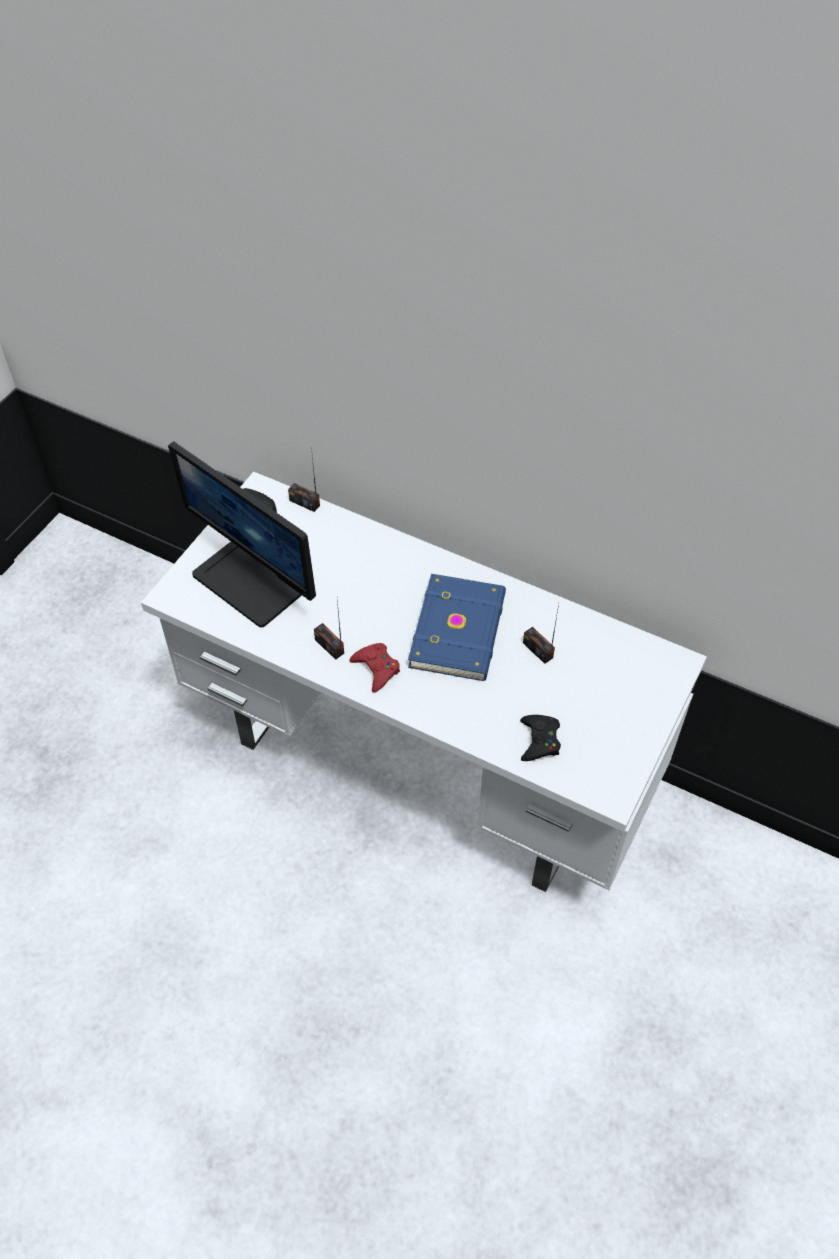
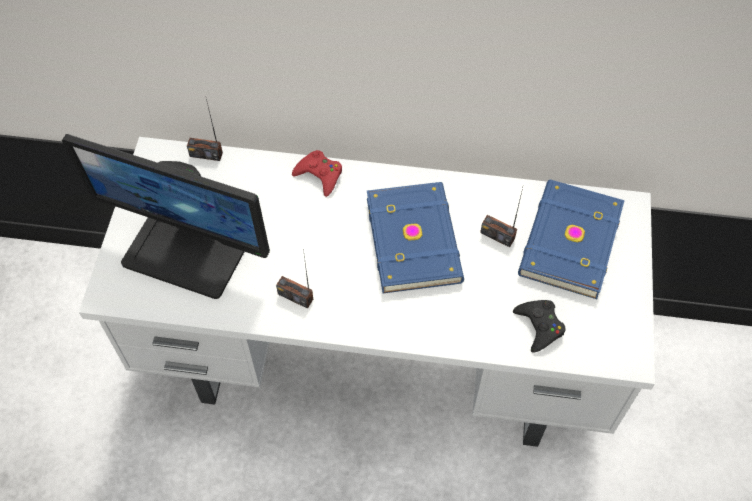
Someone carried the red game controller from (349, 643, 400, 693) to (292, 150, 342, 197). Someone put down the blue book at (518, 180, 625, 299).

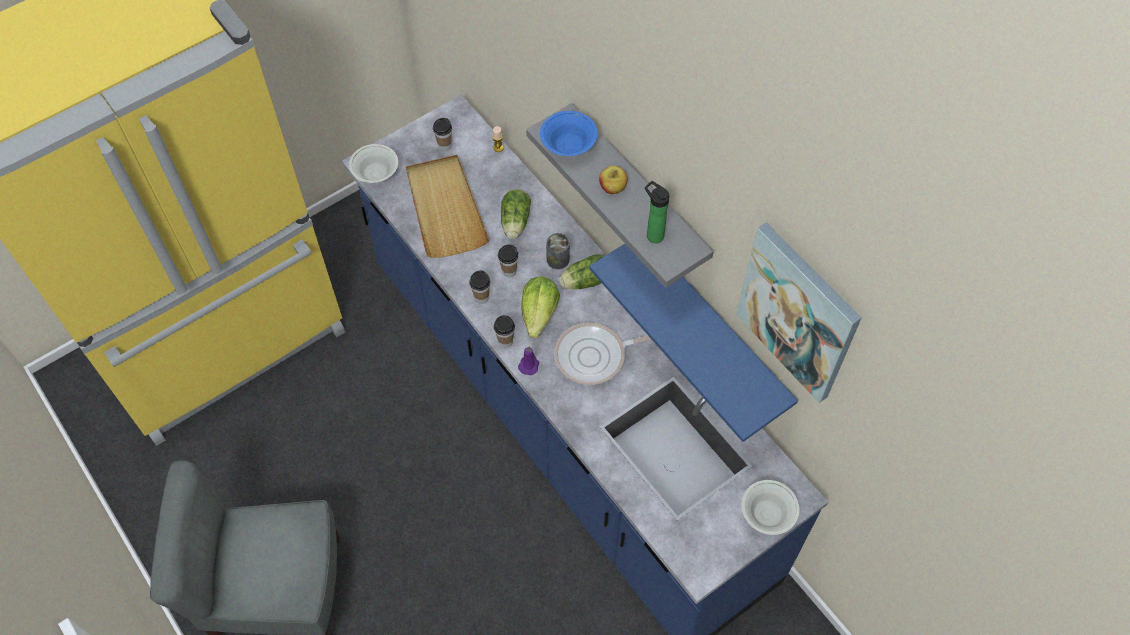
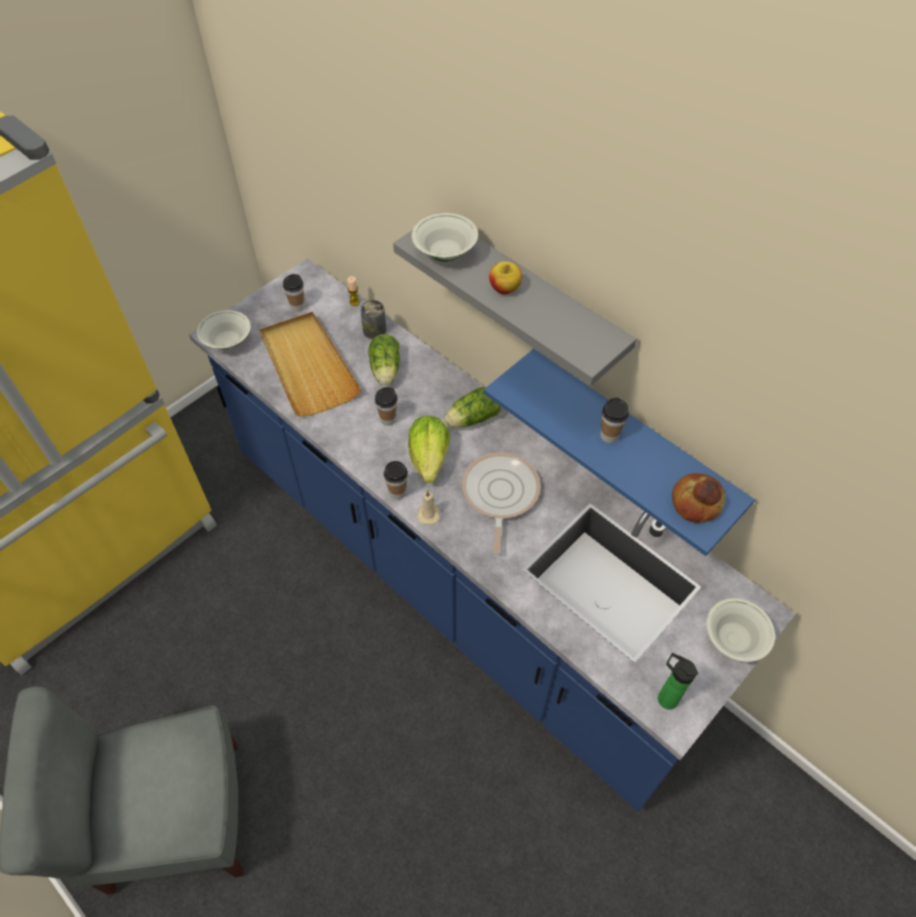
Someone carried the can from (546, 233, 570, 269) to (360, 300, 386, 339). Someone repainted the blue bowl at (540, 111, 598, 156), which became the white bowl at (412, 213, 478, 261). Someone repainted the purple candle at (518, 347, 539, 375), which became the beige candle at (417, 490, 440, 525). Someone rotated the frying pan at (554, 323, 652, 385) by 120 degrees clockwise. Someone carried the cup from (469, 271, 490, 304) to (600, 398, 629, 443). Someone carried the bottle from (645, 181, 669, 243) to (658, 653, 698, 710). Someone put down the bread at (672, 473, 725, 523). Someone took away the picture at (736, 222, 862, 403).

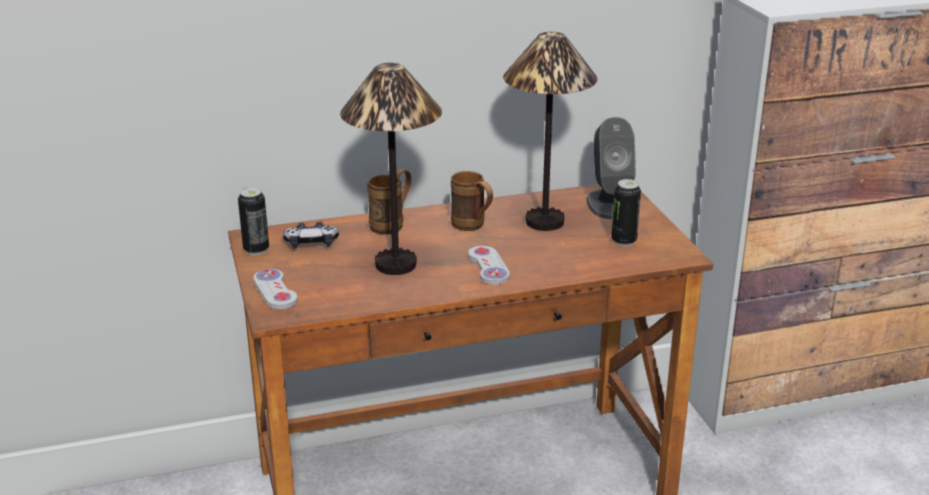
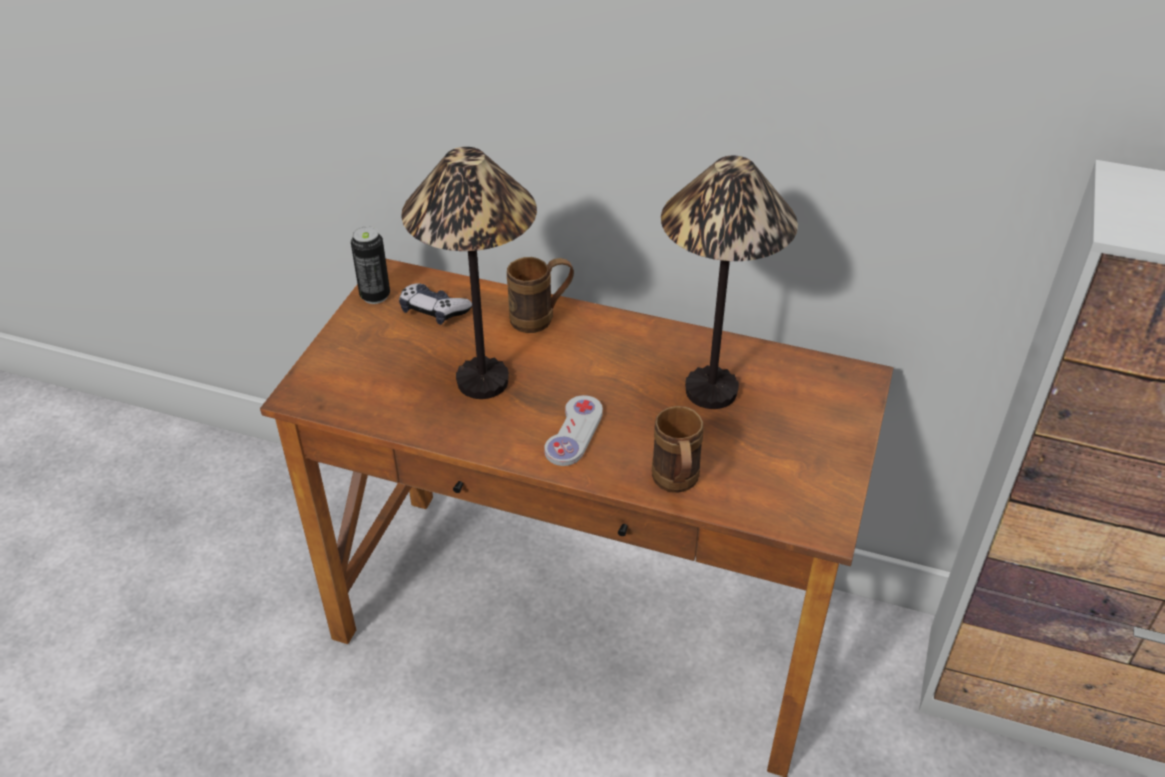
Someone carried the brown mug from (451, 171, 493, 231) to (652, 406, 704, 493). Someone took away the white game controller at (254, 269, 298, 309). Someone took away the grey speaker at (587, 117, 636, 219). Someone took away the can at (611, 179, 641, 246).

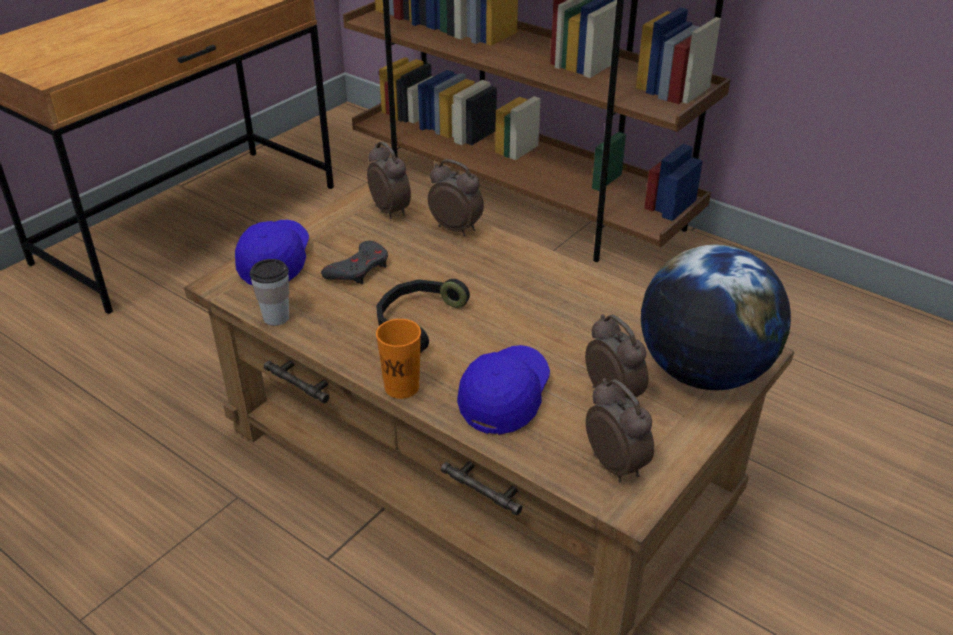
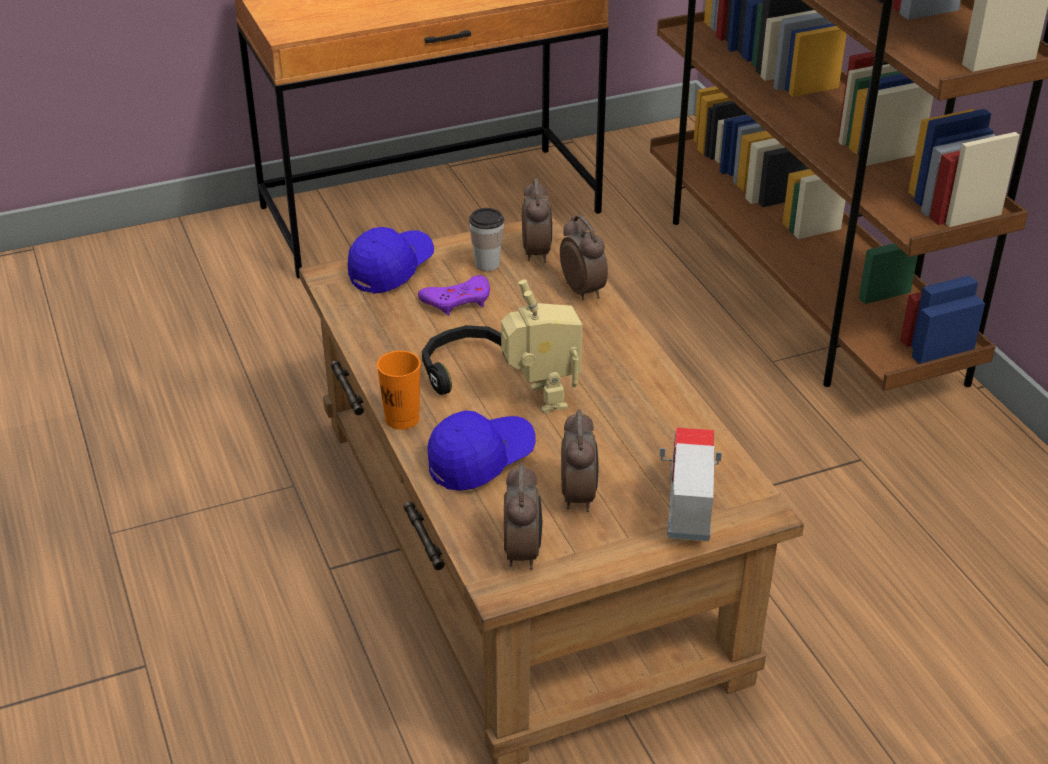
Someone repainted the grey game controller at (321, 241, 388, 284), which became the purple game controller at (418, 275, 490, 316). Someone carried the cup from (250, 259, 289, 326) to (469, 208, 504, 271). Someone put down the toy robot at (501, 279, 583, 413). Someone swapped the globe at (641, 244, 791, 390) for the toy truck at (660, 427, 722, 541).

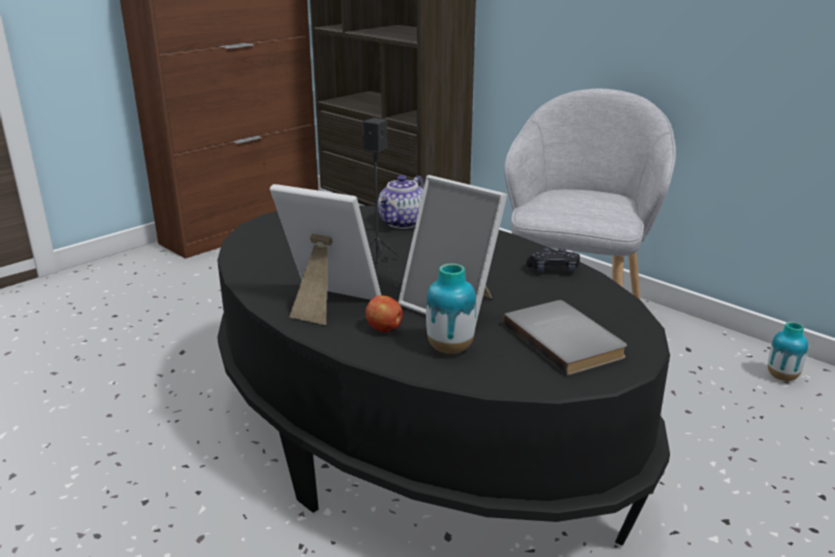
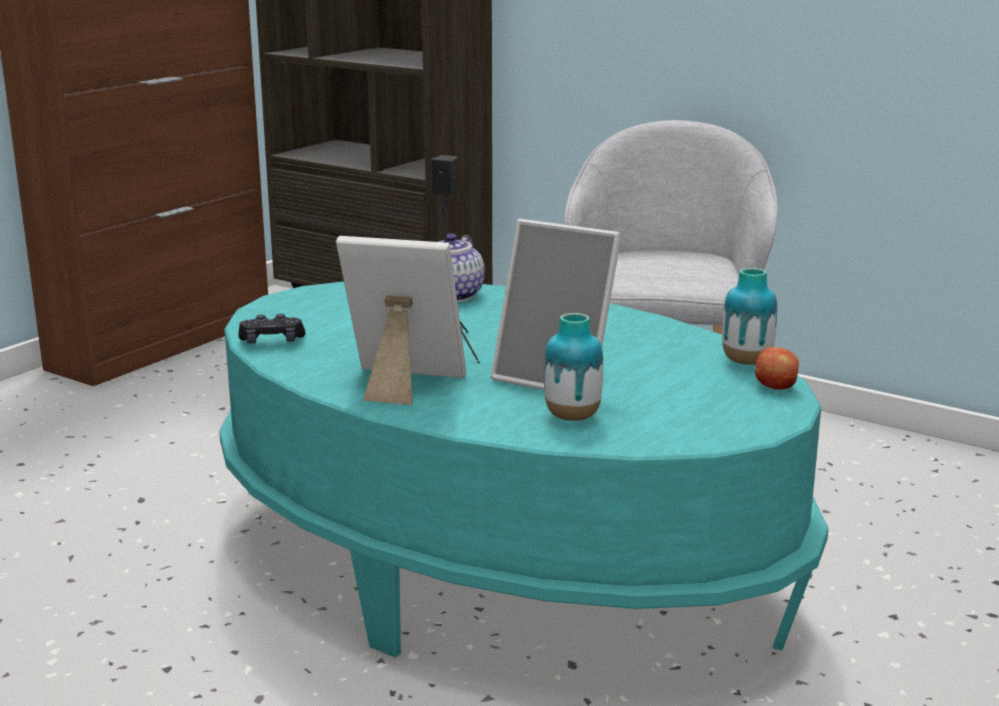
Someone repainted the black coffee table at (217, 205, 670, 545), which became the turquoise coffee table at (219, 281, 829, 658). Someone carried the black game controller from (526, 248, 580, 272) to (238, 314, 305, 344). Someone carried the vase from (768, 322, 808, 381) to (722, 268, 777, 365). Someone carried the apple from (366, 295, 403, 332) to (755, 347, 799, 390). Someone took away the grey book at (503, 300, 627, 376).

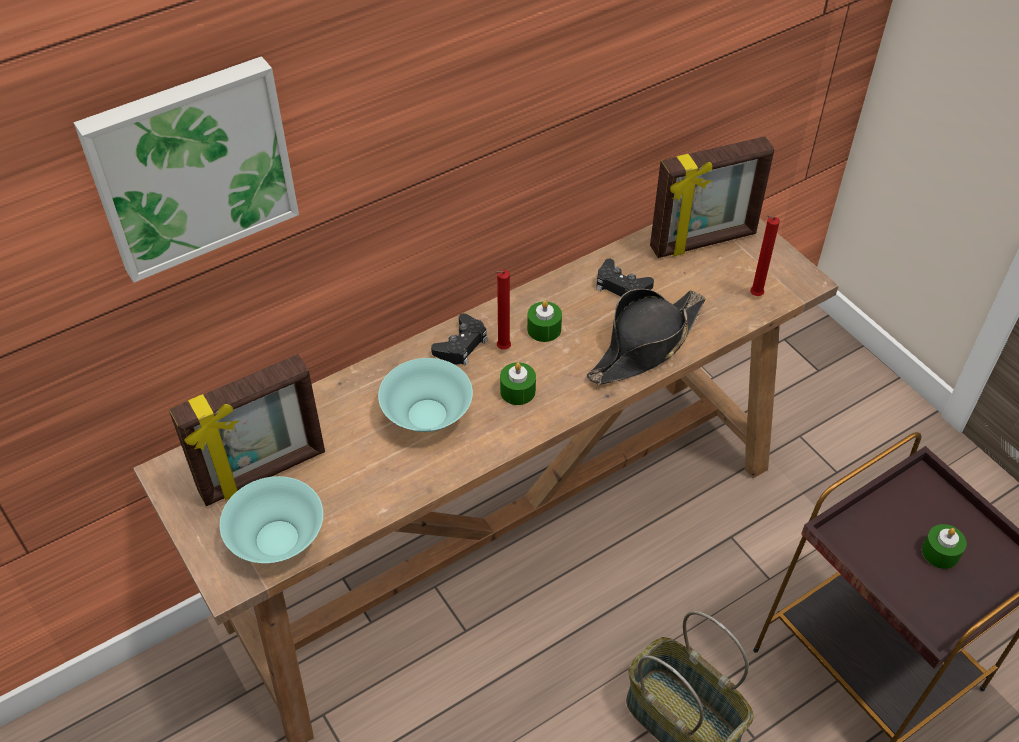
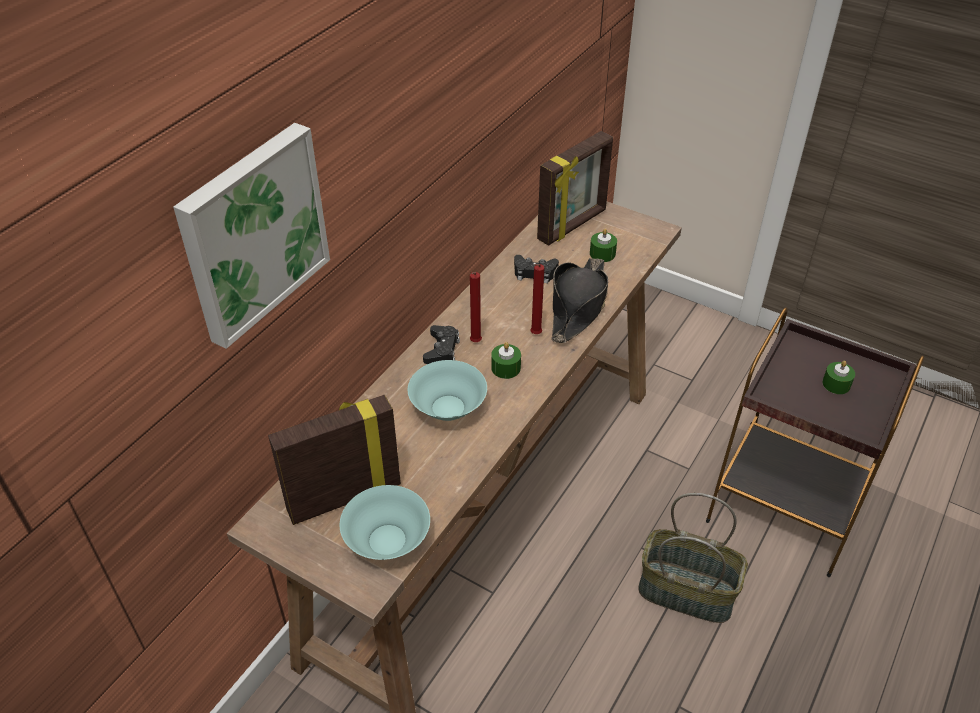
Someone rotated the picture frame at (169, 354, 325, 506) by 150 degrees counterclockwise. Someone carried the red candle from (750, 215, 780, 296) to (530, 264, 544, 334). Someone carried the green candle from (527, 300, 562, 342) to (590, 229, 617, 262).

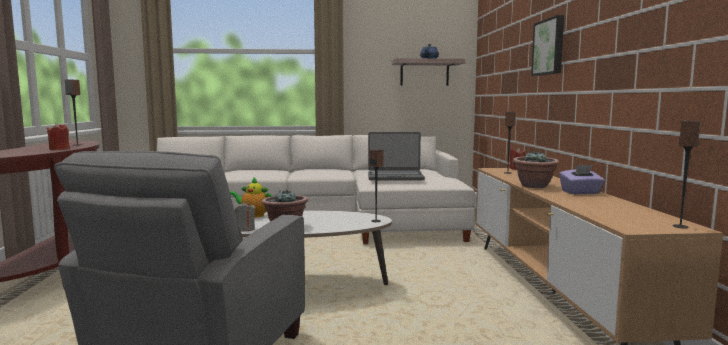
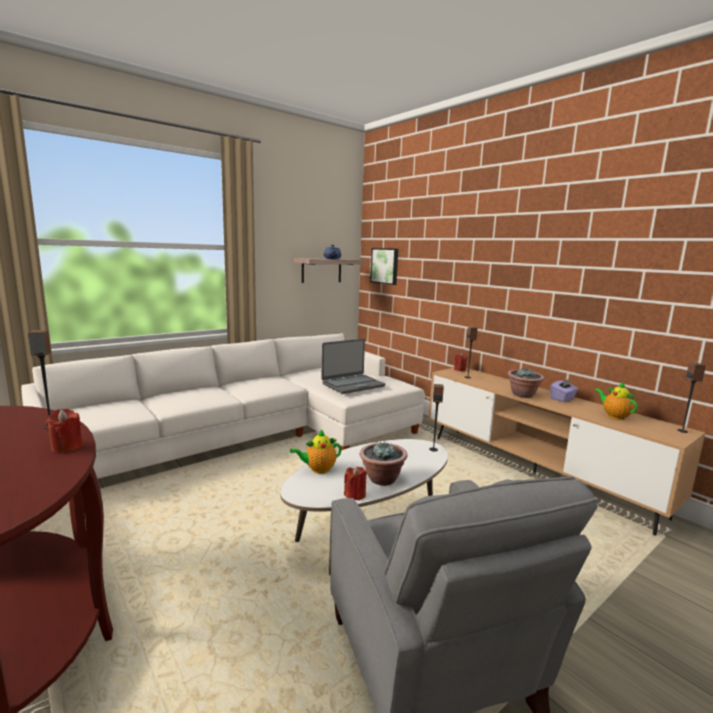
Someone repainted the grey candle at (234, 201, 255, 232), which became the red candle at (344, 466, 367, 500). Someone carried the picture from (531, 15, 564, 76) to (370, 248, 398, 285). Someone put down the teapot at (594, 382, 637, 420).

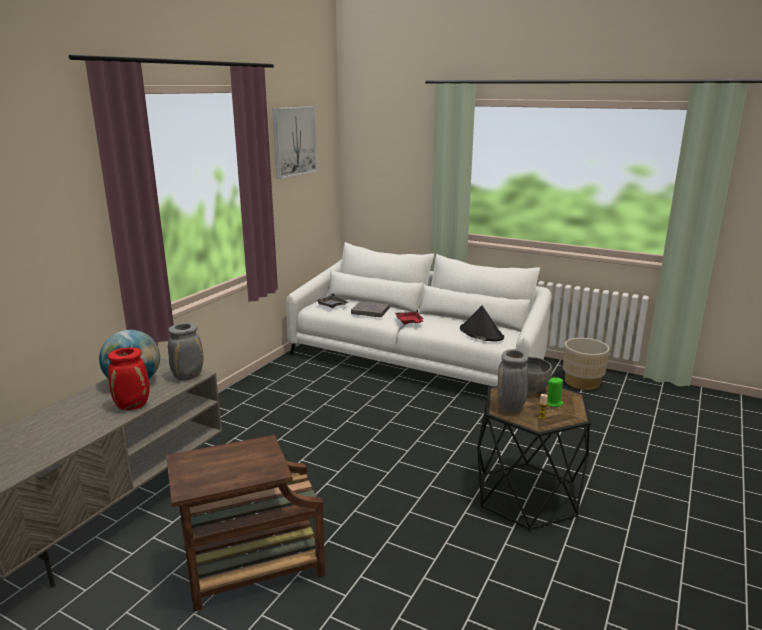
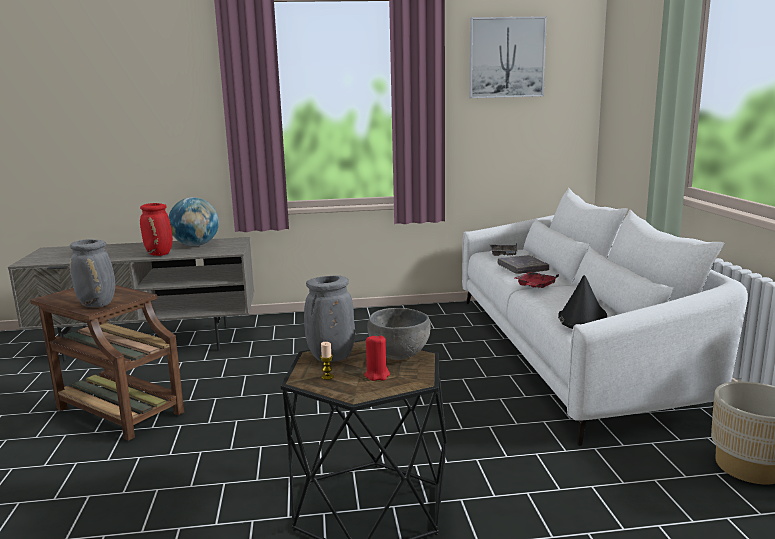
Someone carried the grey vase from (168, 323, 204, 381) to (70, 239, 115, 307). Someone repainted the green candle at (547, 377, 564, 407), which became the red candle at (365, 334, 390, 381).

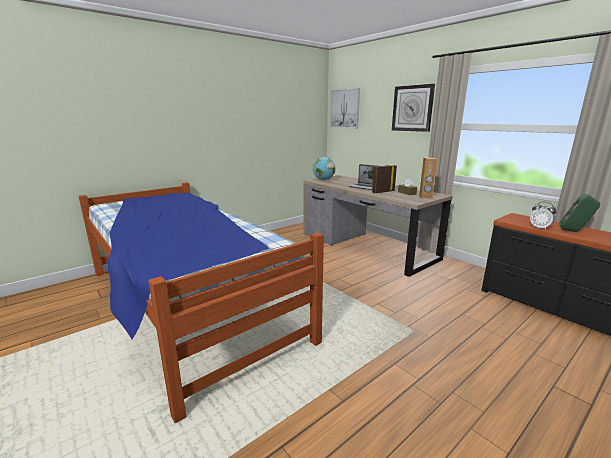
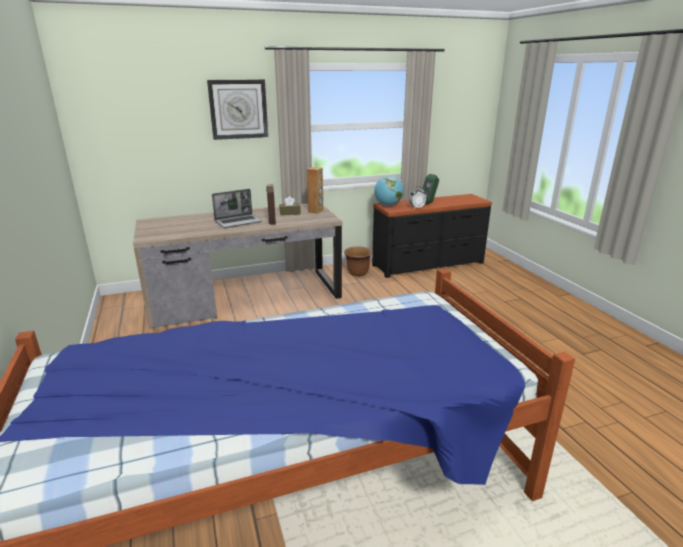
Someone put down the brown planter at (344, 247, 373, 276). Someone carried the globe from (313, 157, 336, 180) to (374, 176, 404, 206). Someone took away the picture at (330, 88, 360, 128).

